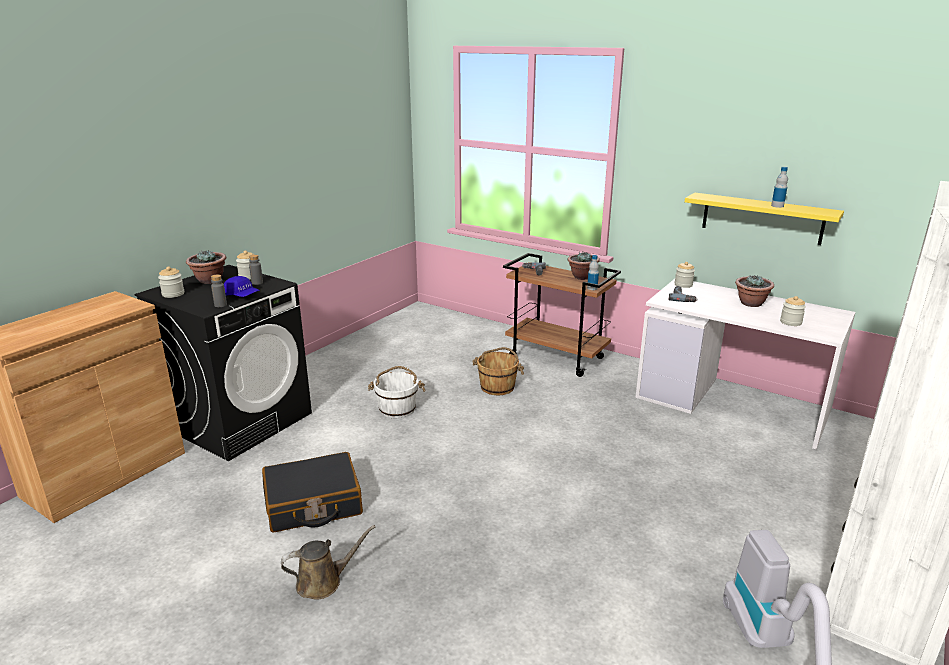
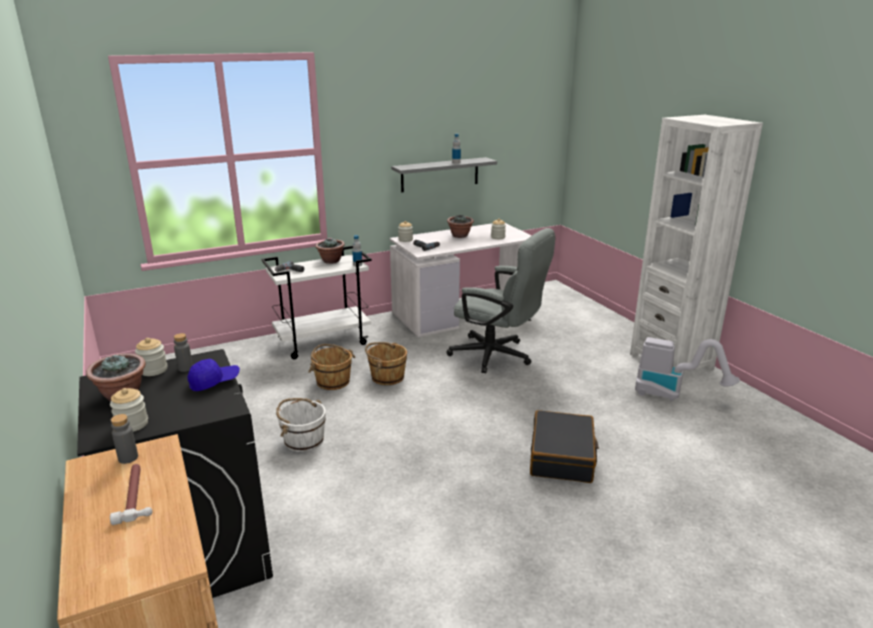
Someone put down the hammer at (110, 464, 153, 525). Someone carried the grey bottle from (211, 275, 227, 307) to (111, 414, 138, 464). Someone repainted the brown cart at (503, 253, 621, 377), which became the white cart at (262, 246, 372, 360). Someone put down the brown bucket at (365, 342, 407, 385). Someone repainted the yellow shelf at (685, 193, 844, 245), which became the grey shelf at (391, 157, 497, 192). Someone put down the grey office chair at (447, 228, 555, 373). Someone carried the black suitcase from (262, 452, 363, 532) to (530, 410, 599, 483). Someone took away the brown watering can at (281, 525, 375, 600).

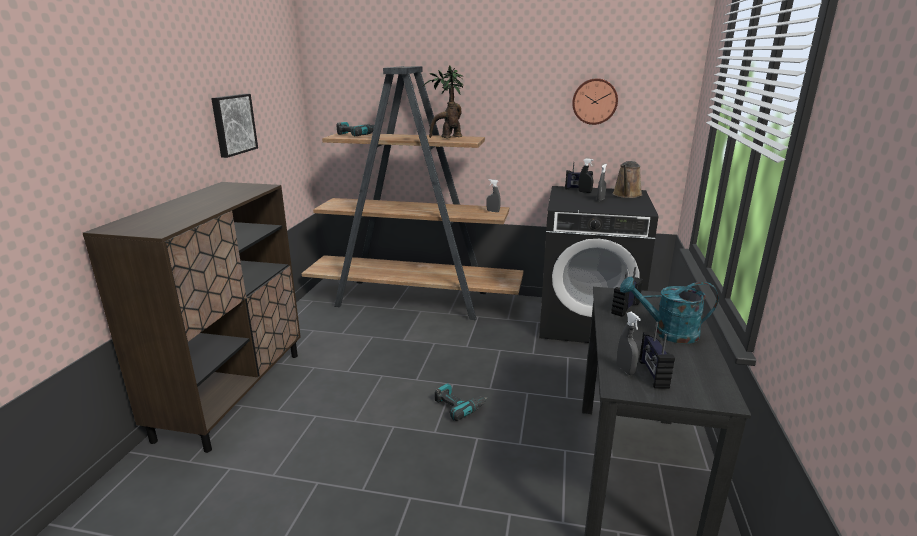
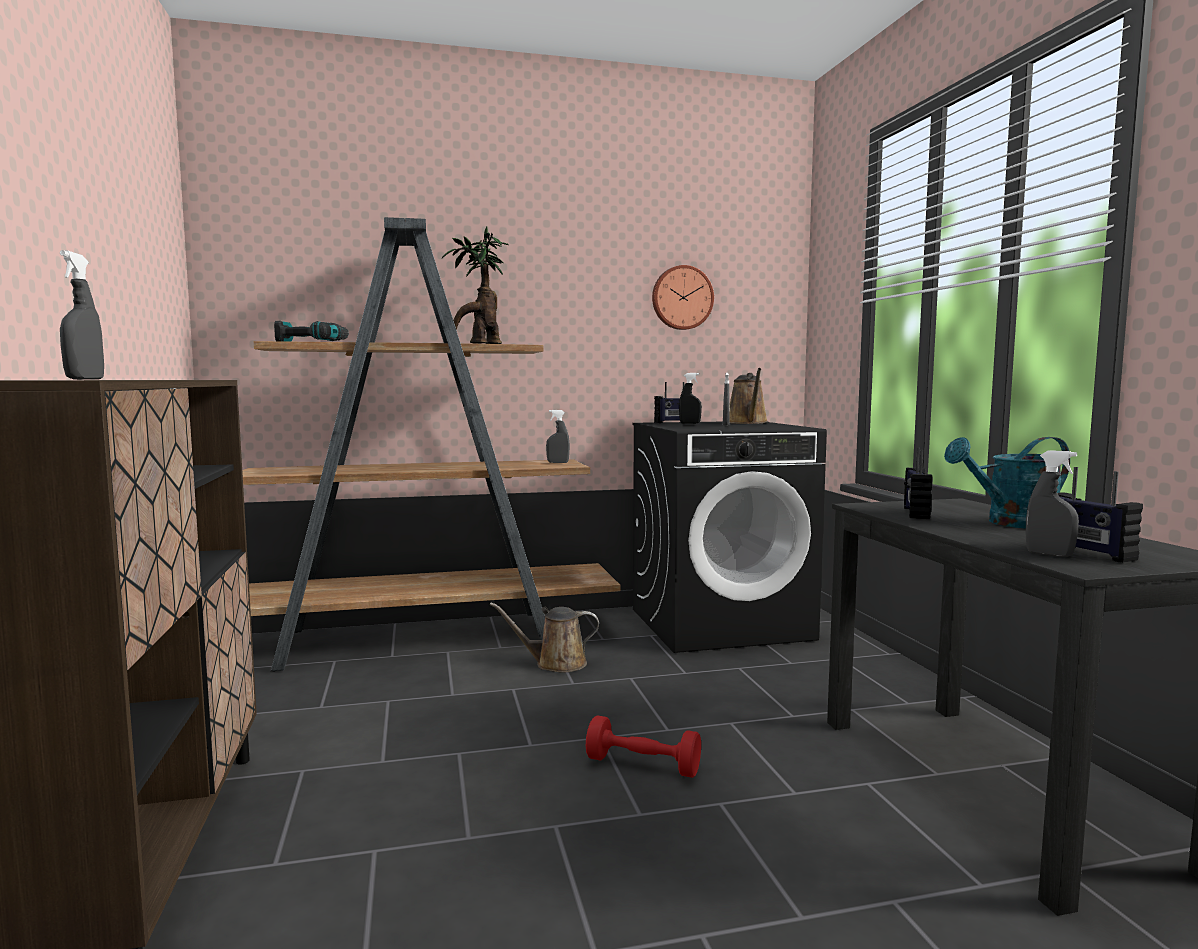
Someone put down the grey spray bottle at (60, 250, 104, 380). Someone put down the brown watering can at (490, 602, 599, 673). Someone swapped the power drill at (435, 383, 487, 421) for the red dumbbell at (586, 715, 701, 778). Someone took away the picture at (211, 94, 258, 158).

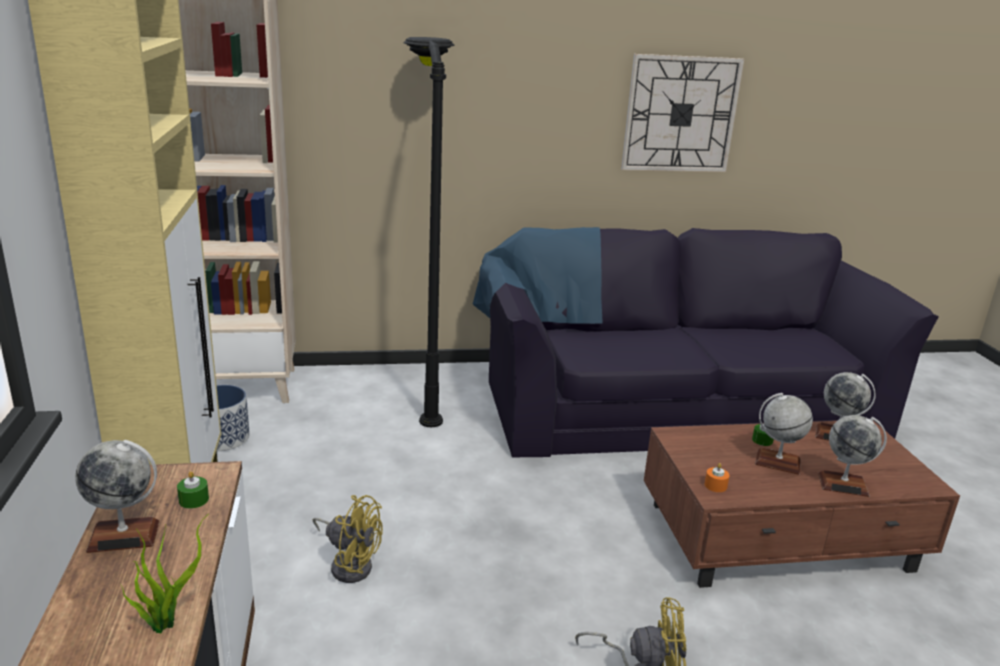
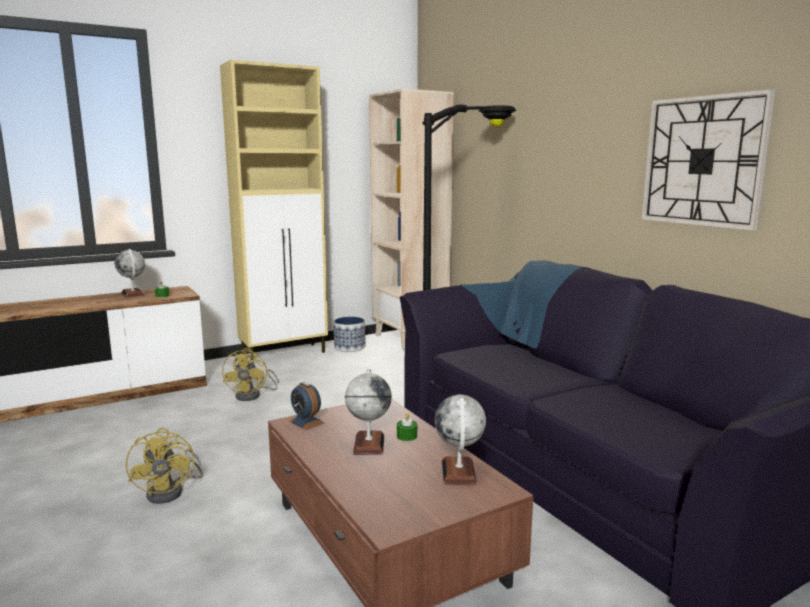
Someone swapped the orange candle at (705, 463, 730, 492) for the alarm clock at (289, 382, 324, 430). Someone took away the potted plant at (120, 514, 209, 633). Someone took away the globe at (818, 415, 887, 497).

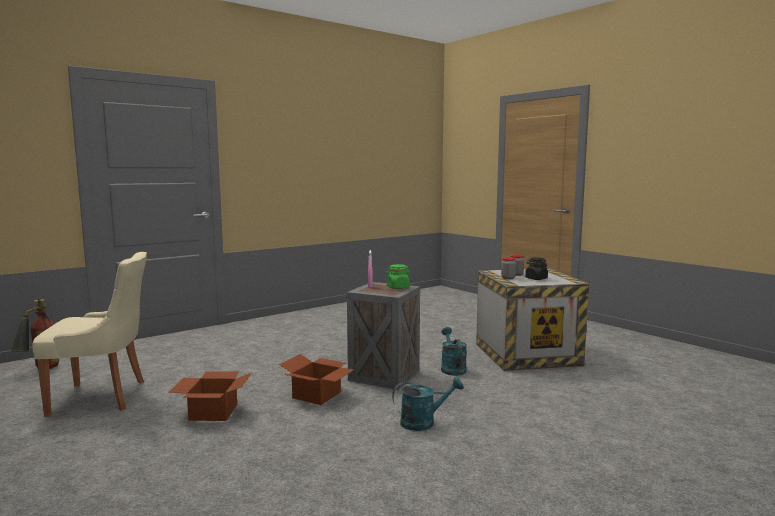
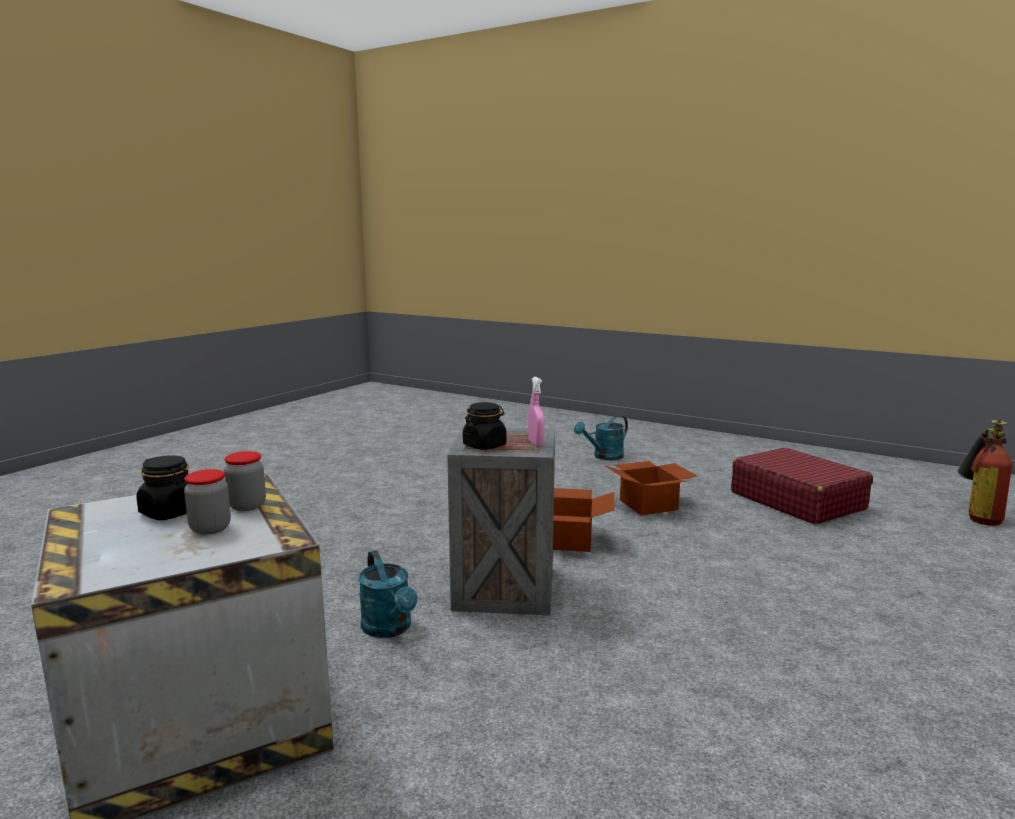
Someone repainted the green jar at (386, 264, 410, 289), which became the black jar at (463, 402, 506, 450). Someone carried the turquoise watering can from (392, 377, 464, 431) to (574, 415, 628, 460). Someone swapped the beige chair at (32, 252, 147, 417) for the red suitcase at (731, 447, 873, 524).

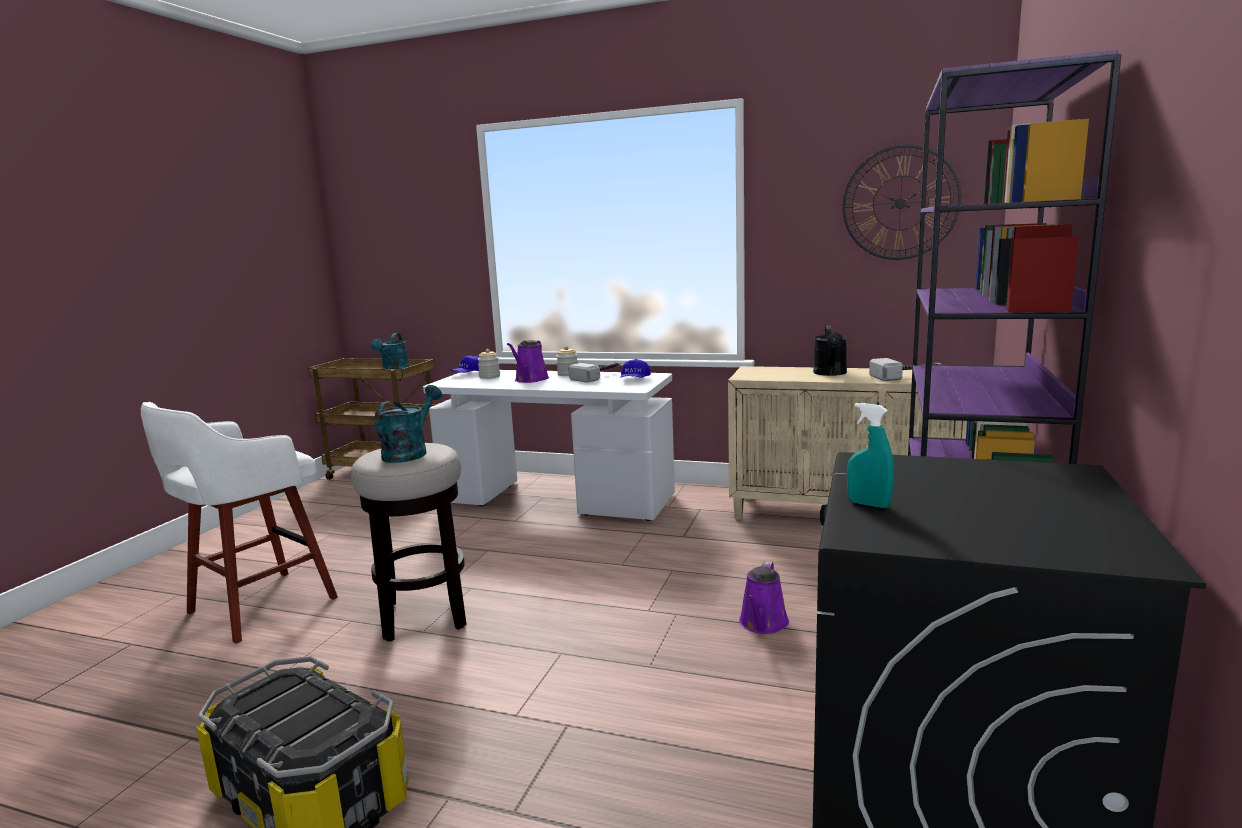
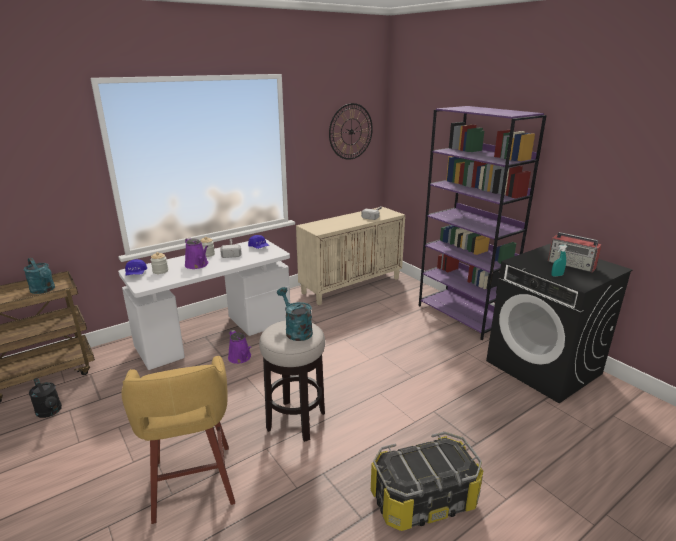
Someone carried the black watering can from (813, 326, 847, 376) to (29, 378, 62, 418). Someone repainted the white stool at (141, 402, 338, 644), which became the yellow stool at (121, 355, 235, 524). Someone carried the purple watering can from (739, 561, 789, 634) to (228, 330, 252, 364). Someone put down the radio at (548, 232, 602, 272).

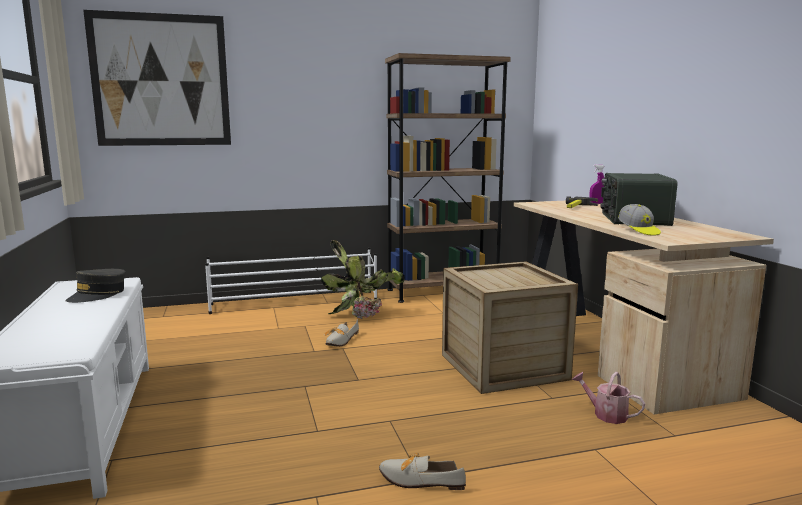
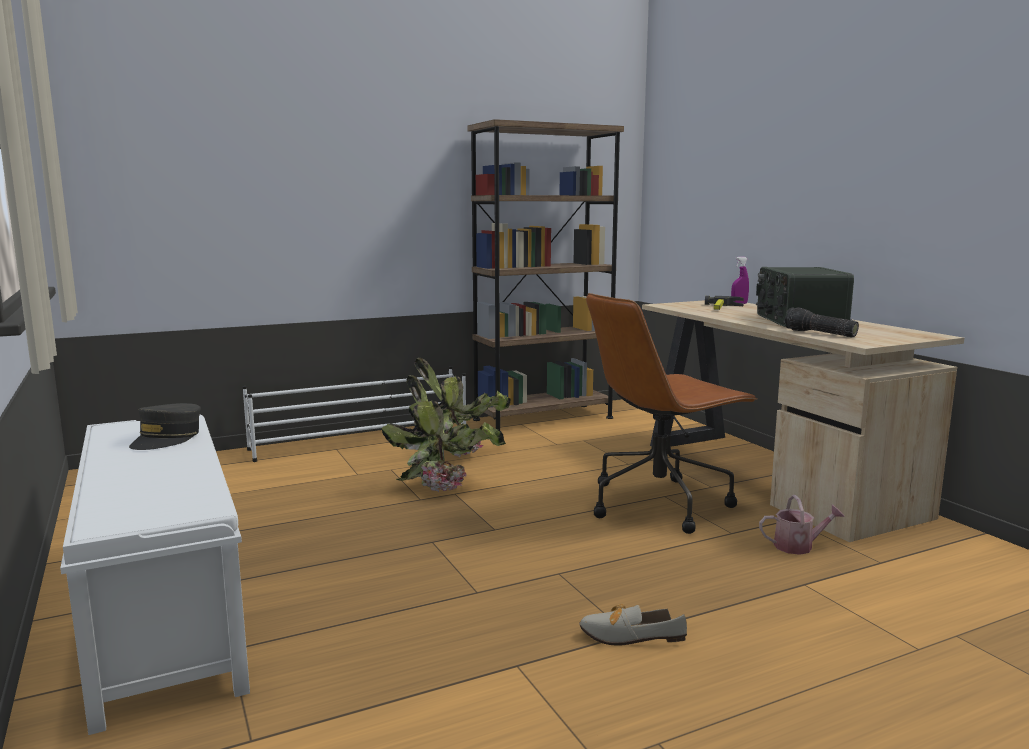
Someone swapped the shoe at (324, 319, 359, 347) for the potted plant at (381, 375, 506, 493). Someone swapped the crate at (442, 261, 578, 394) for the brown office chair at (586, 293, 758, 534). Someone rotated the watering can at (572, 372, 645, 424) by 150 degrees clockwise. Someone swapped the cap at (618, 204, 661, 236) for the flashlight at (785, 307, 859, 337). Someone took away the picture at (83, 10, 231, 146).

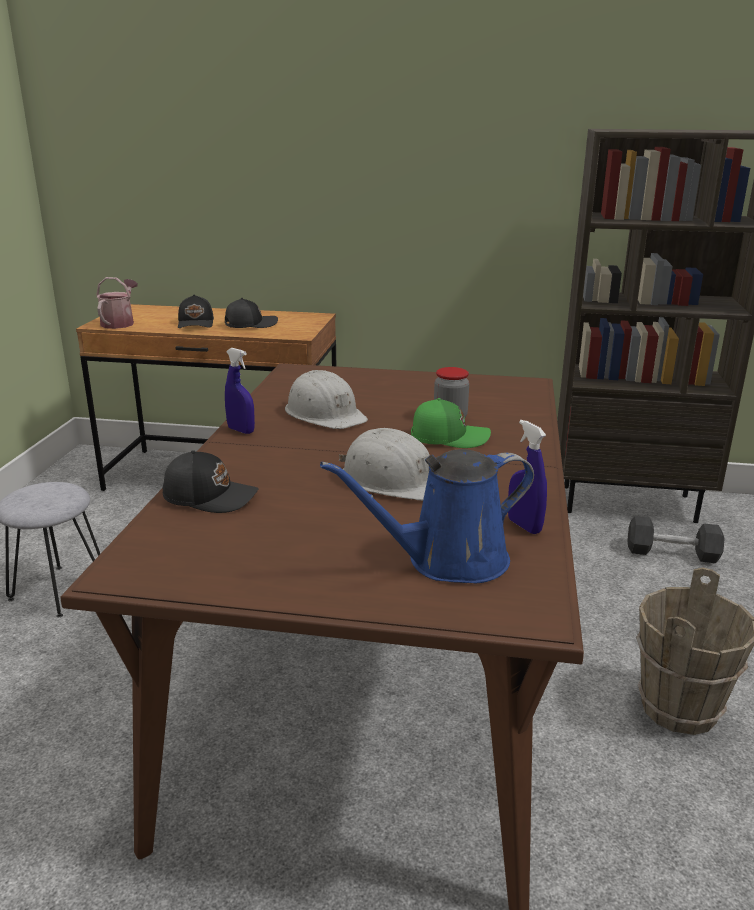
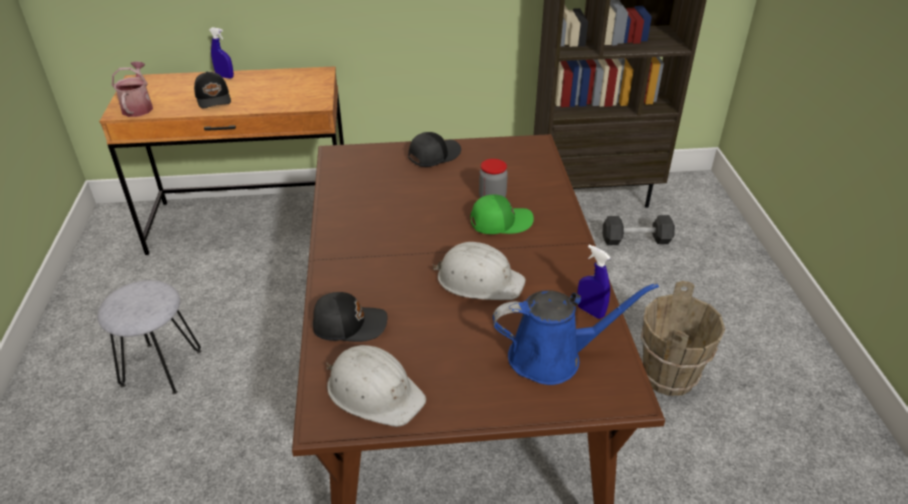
Someone carried the blue spray bottle from (225, 348, 255, 434) to (209, 27, 234, 79). Someone carried the white hard hat from (285, 370, 368, 429) to (326, 345, 426, 427). Someone carried the black cap from (225, 298, 278, 328) to (408, 132, 461, 167). Someone rotated the blue watering can at (320, 449, 534, 584) by 150 degrees counterclockwise.

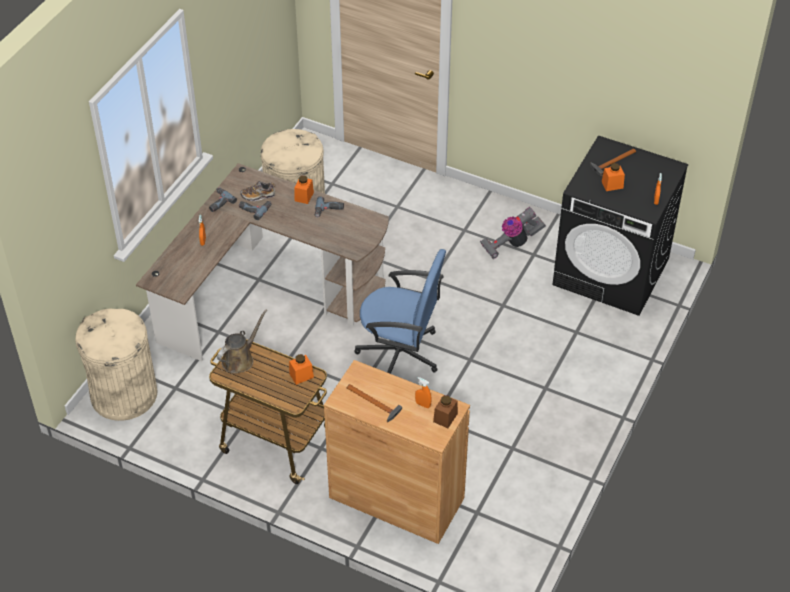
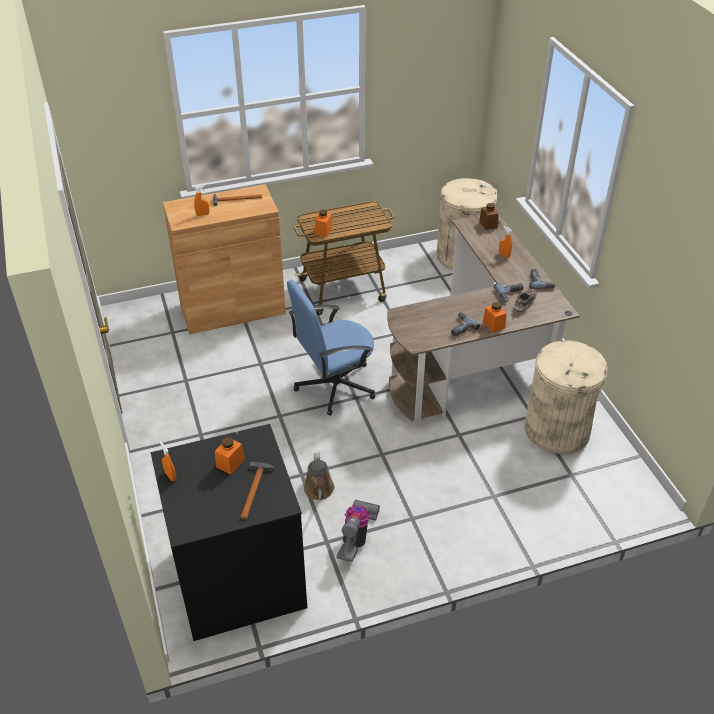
Someone carried the brown watering can from (217, 310, 267, 374) to (304, 452, 334, 500). Someone carried the brown jar from (433, 395, 458, 428) to (479, 203, 499, 230).

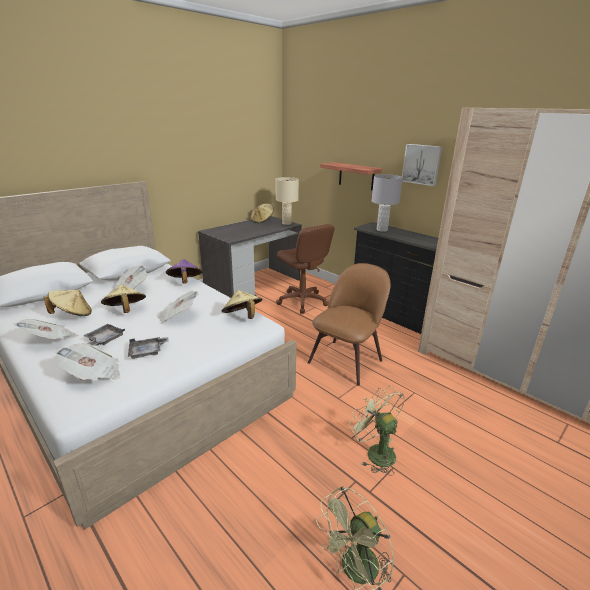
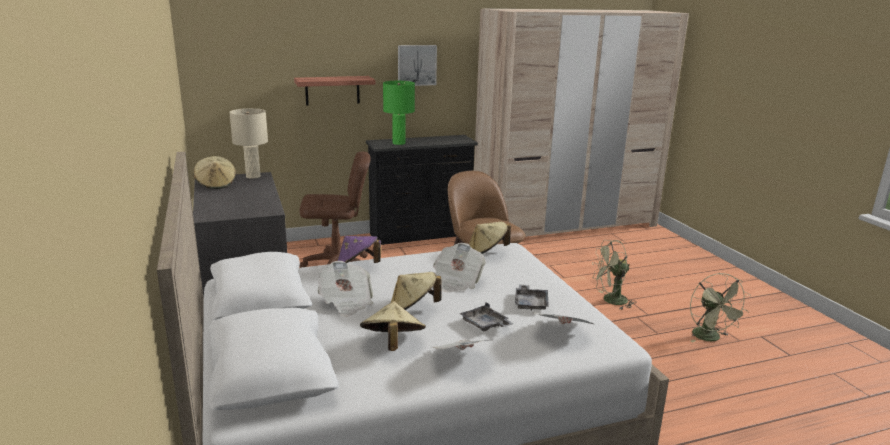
Someone repainted the grey table lamp at (372, 175, 403, 232), which became the green table lamp at (383, 81, 415, 145).

